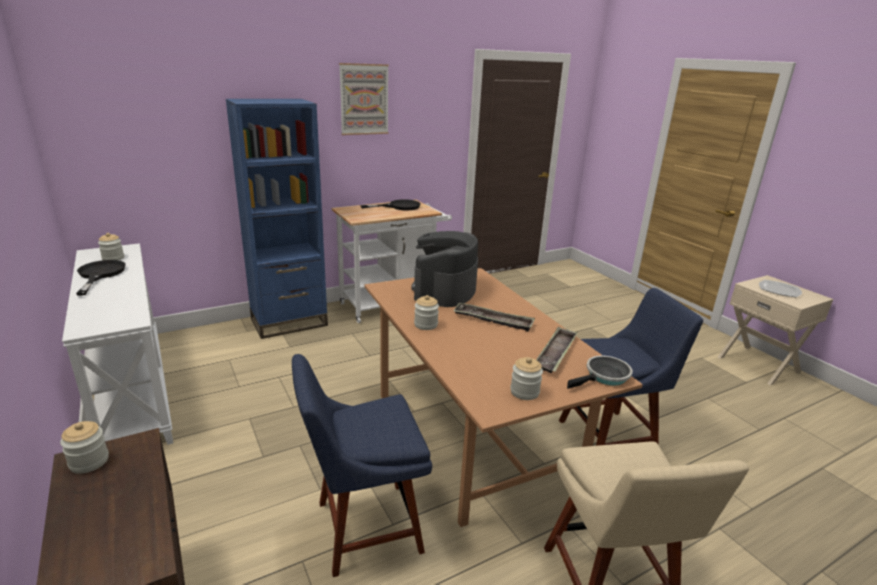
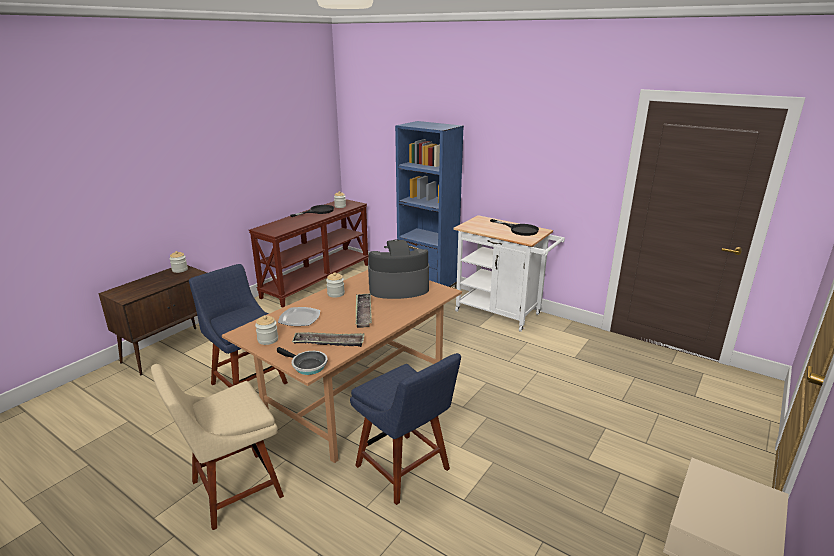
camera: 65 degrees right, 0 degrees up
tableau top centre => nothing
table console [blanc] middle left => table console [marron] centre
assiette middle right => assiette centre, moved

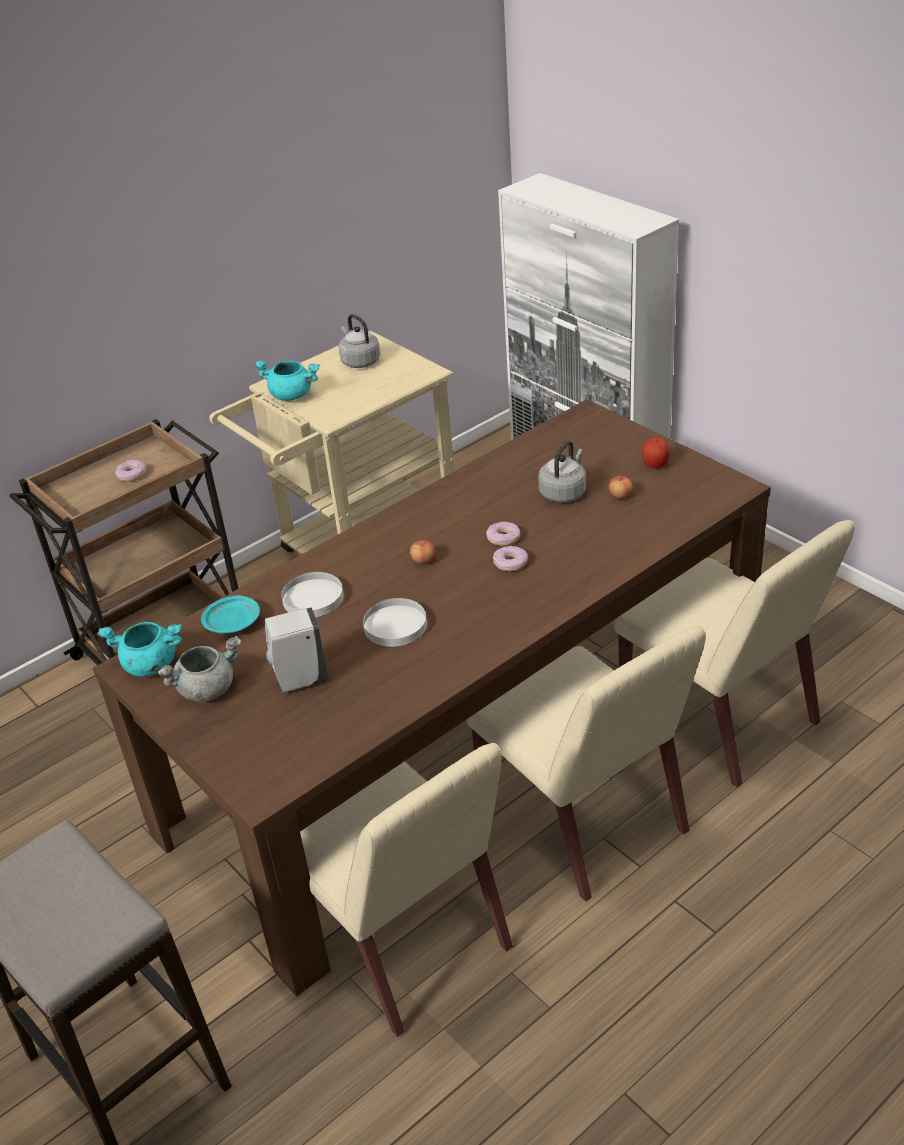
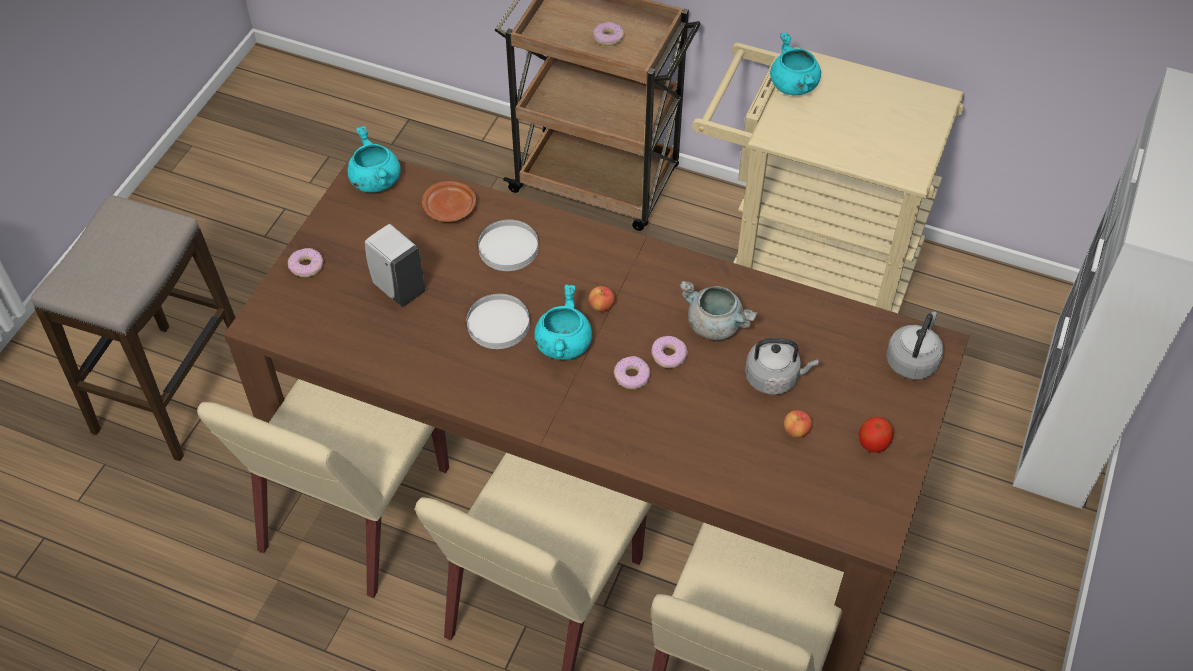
camera: 60 degrees right, 15 degrees up
bouilloire [gris] (1st from left in the first image) top centre => bouilloire [gris] (2nd from left) middle right, moved
assiette [turquoise] middle left => assiette [marron] top centre
marmite [gris] middle left => marmite [gris] centre, moved
nothing => beignet (1st from left) middle left
nothing => marmite [turquoise] (2nd from left) centre

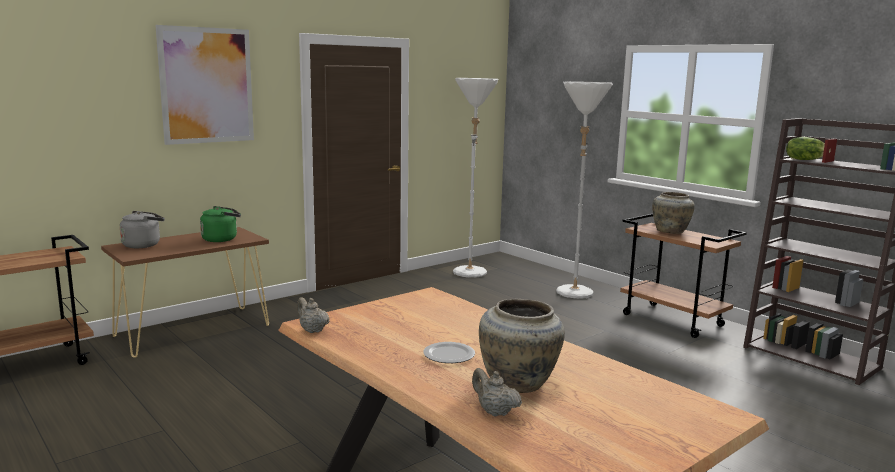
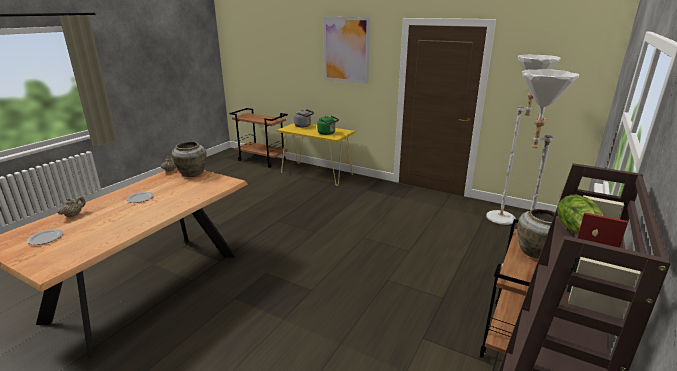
camera: 70 degrees right, 10 degrees up
table console [marron] middle left => table console [jaune] centre
vase [beige] (1st from left) bottom centre => vase [beige] (1st from left) middle left, moved
nothing => assiette (1st from left) middle left

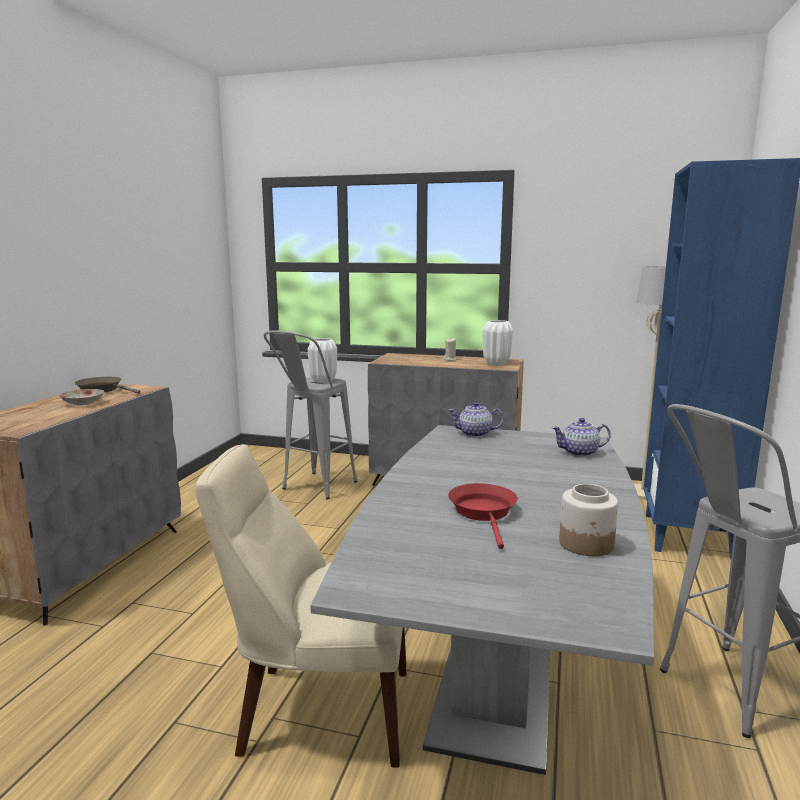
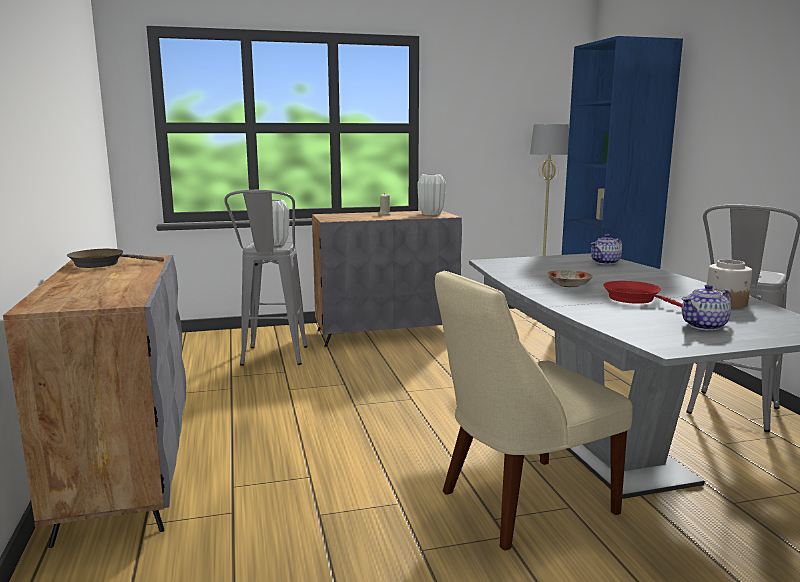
camera: 30 degrees left, 0 degrees up
assiette middle left => assiette middle right, moved
théière (1st from left in the first image) centre => théière (2nd from left) middle right, moved

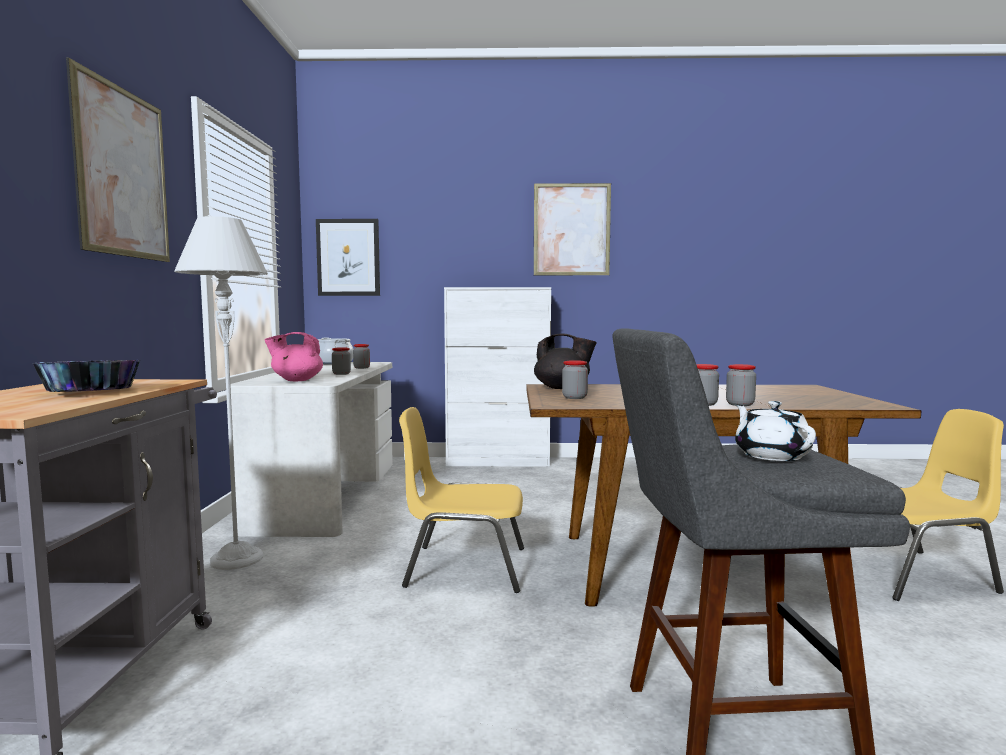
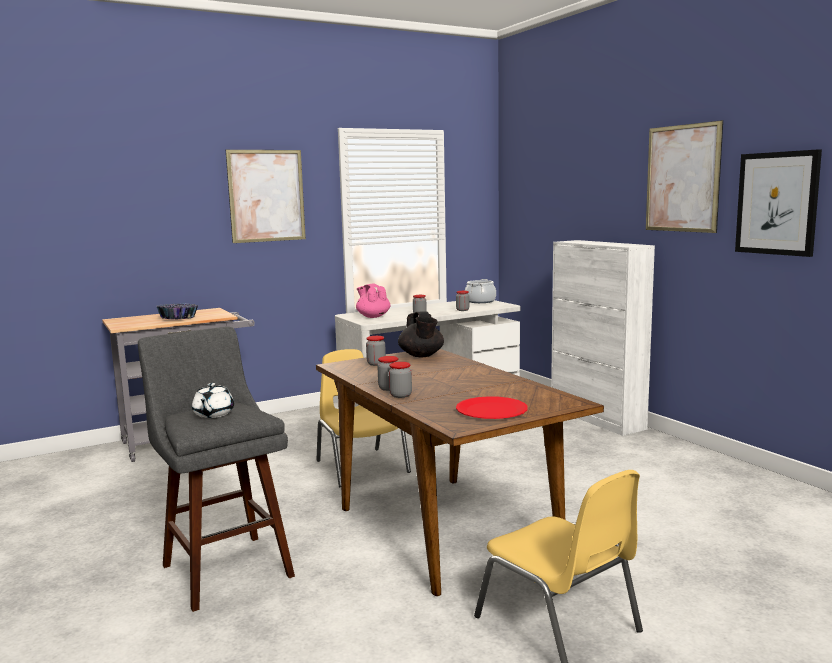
camera: 60 degrees right, 5 degrees up
lampadaire [gris] middle left => nothing
tableau (2nd from left in the first image) centre => tableau (3rd from left) top right, moved
théière [blanc] middle right => théière [blanc] middle left, 135 degrees clockwise
nothing => assiette [rouge] centre

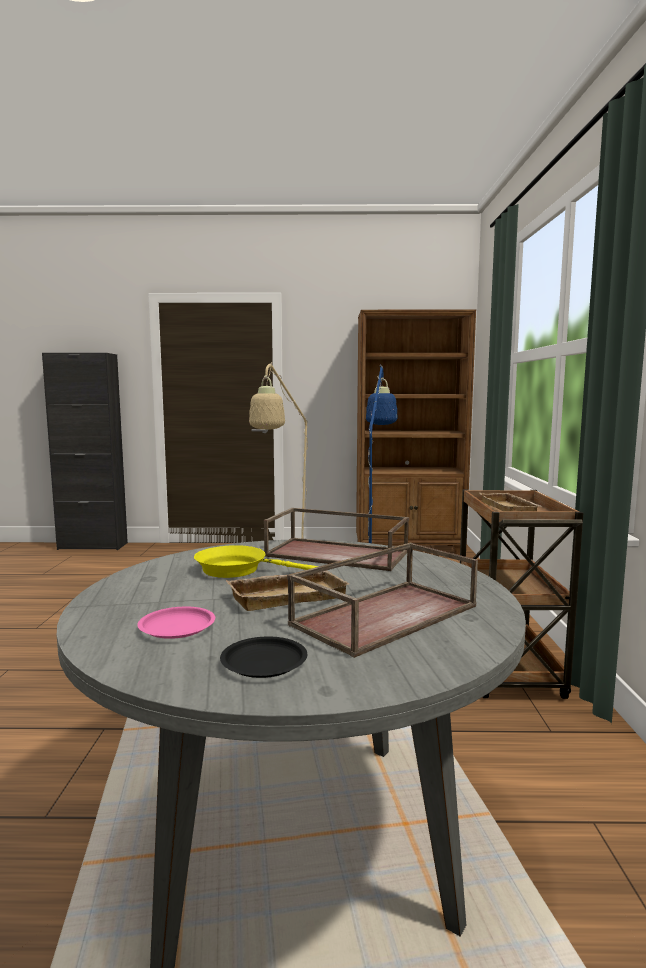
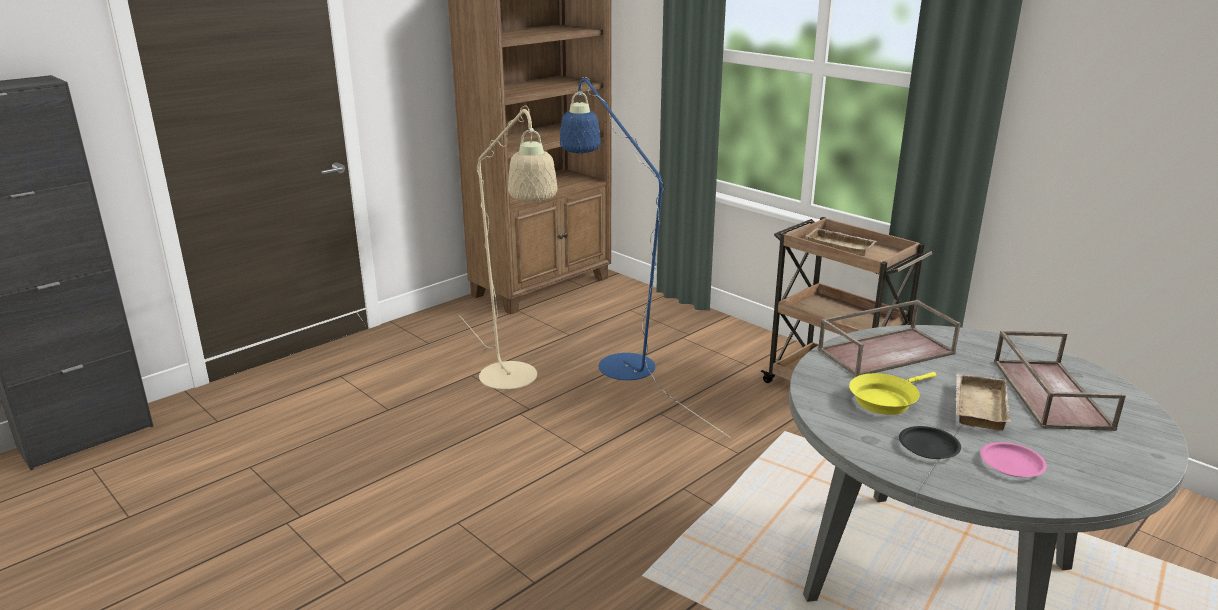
camera: 45 degrees left, 15 degrees up
assiette [noir] bottom centre => assiette [noir] bottom right, moved

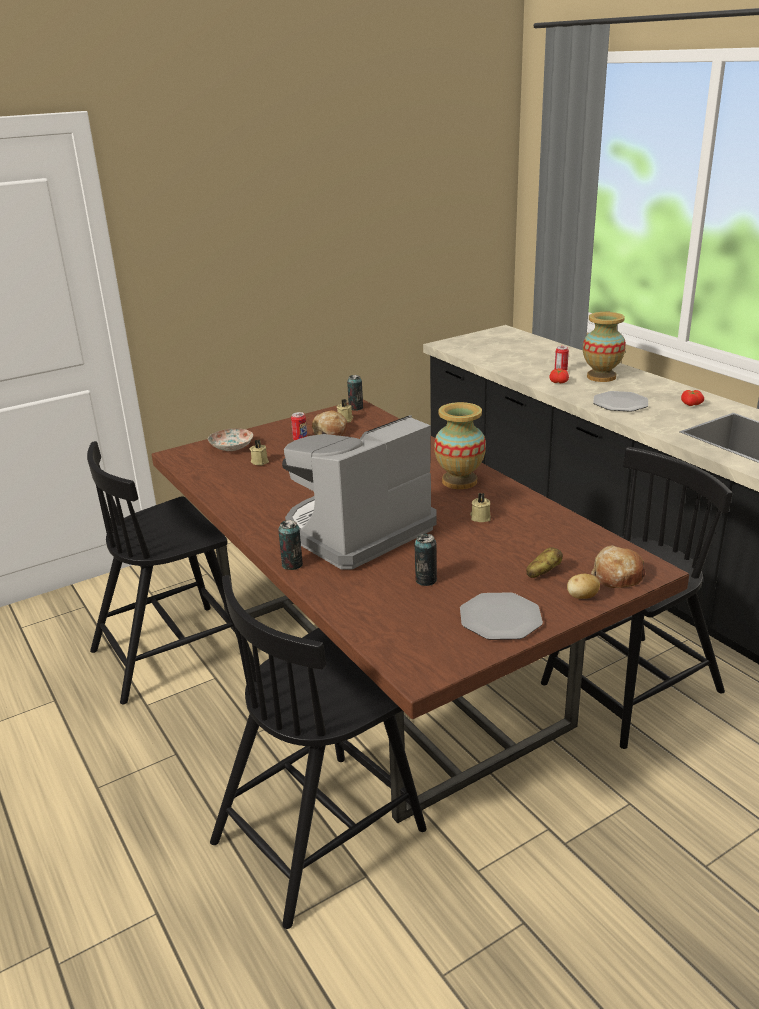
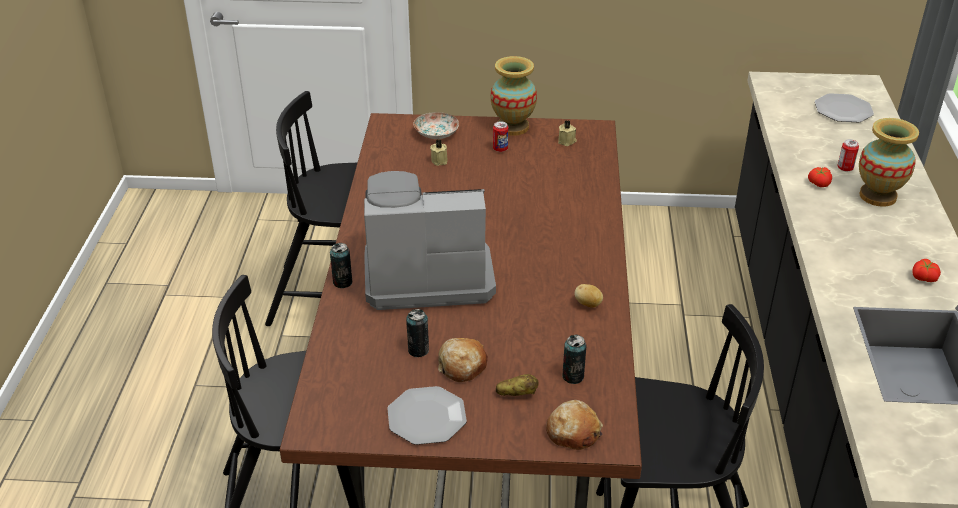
camera: 35 degrees right, 10 degrees up
boîte métallique (3rd from left in the first image) centre => boîte métallique (4th from left) bottom centre, moved
assiette (3rd from left) middle right => assiette (3rd from left) top right, moved
vase (1st from left) centre => vase (1st from left) top centre, moved
pain (1st from left) centre => pain (1st from left) bottom centre, moved
bougie [beige] (3rd from left) centre => nothing
pomme de terre (2nd from left) middle right => pomme de terre (2nd from left) centre, moved

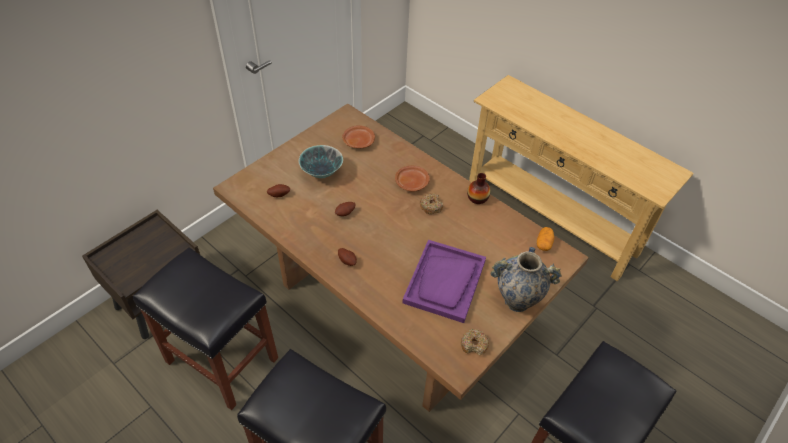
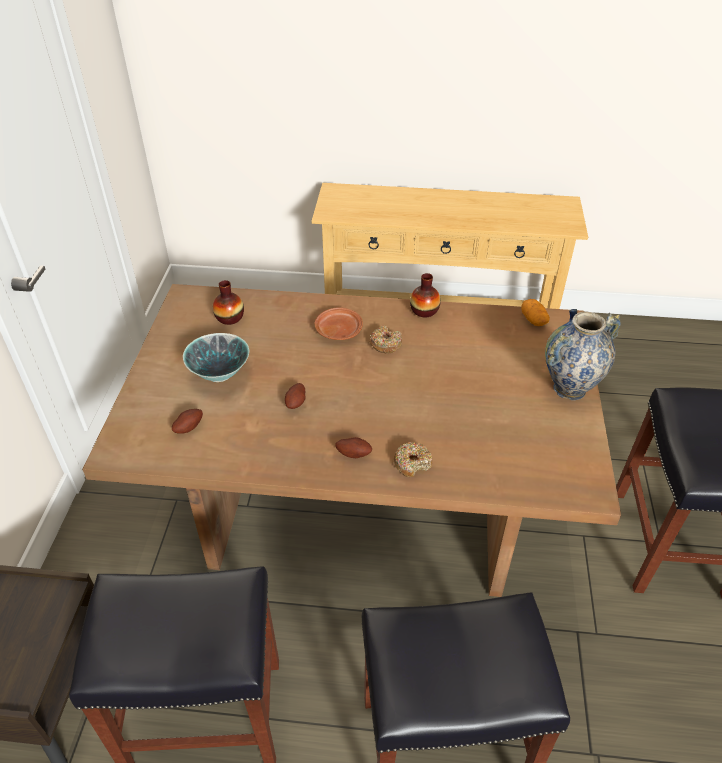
camera: 35 degrees left, 5 degrees down
assiette [marron] (1st from left) top centre => vase (1st from left) middle left
plateau [violet] centre => nothing
beignet (2nd from left) bottom centre => beignet (2nd from left) centre, moved

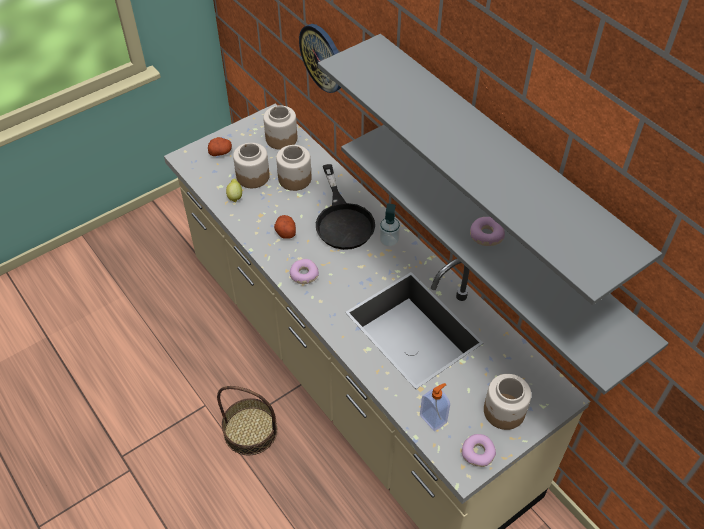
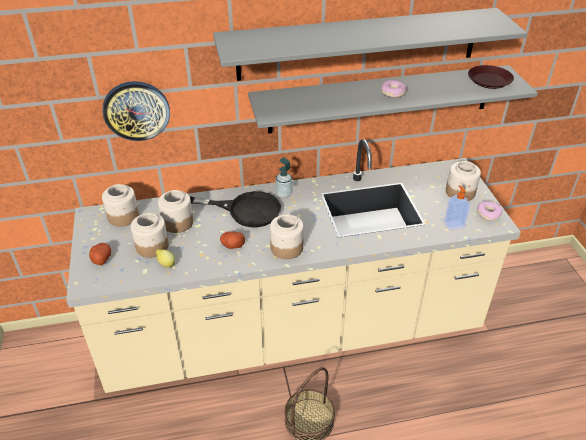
camera: 65 degrees left, 10 degrees down
beignet (1st from left) centre => bocal (4th from left) centre
nothing => assiette [marron] top right

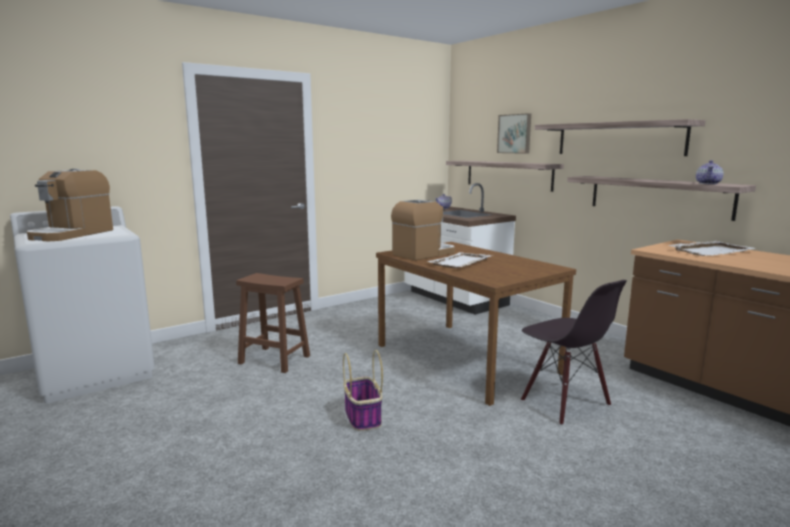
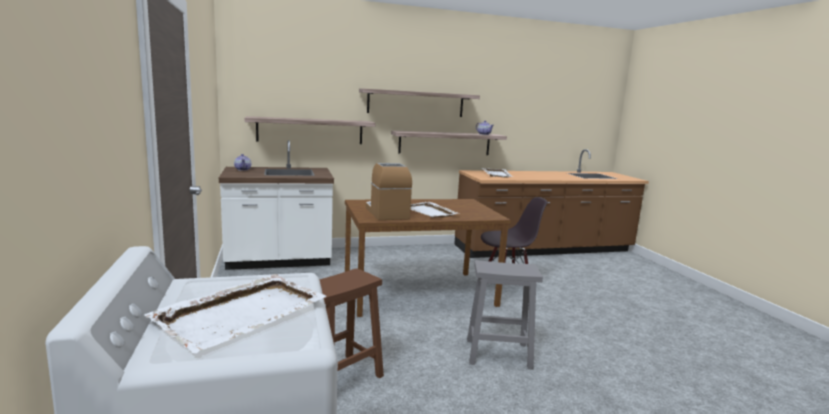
camera: 70 degrees left, 0 degrees up
tableau top centre => nothing
machine à café (1st from left) middle left => plateau [blanc] (1st from left) bottom left
panier bottom centre => tabouret [gris] bottom centre

